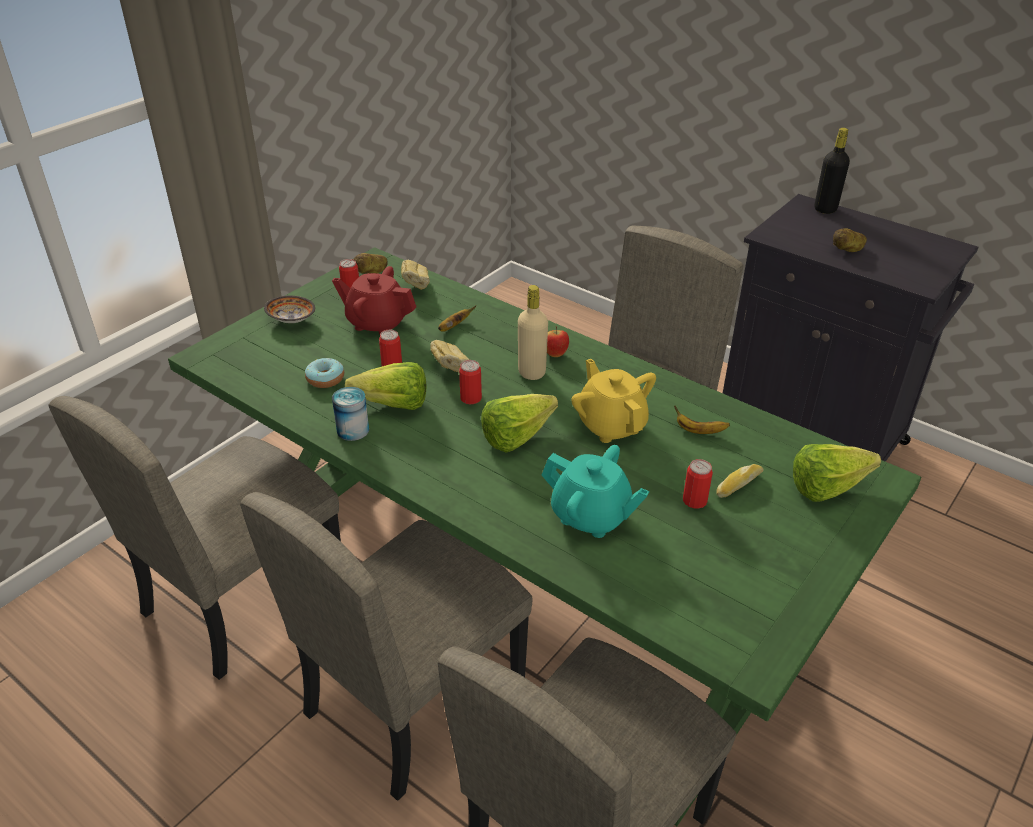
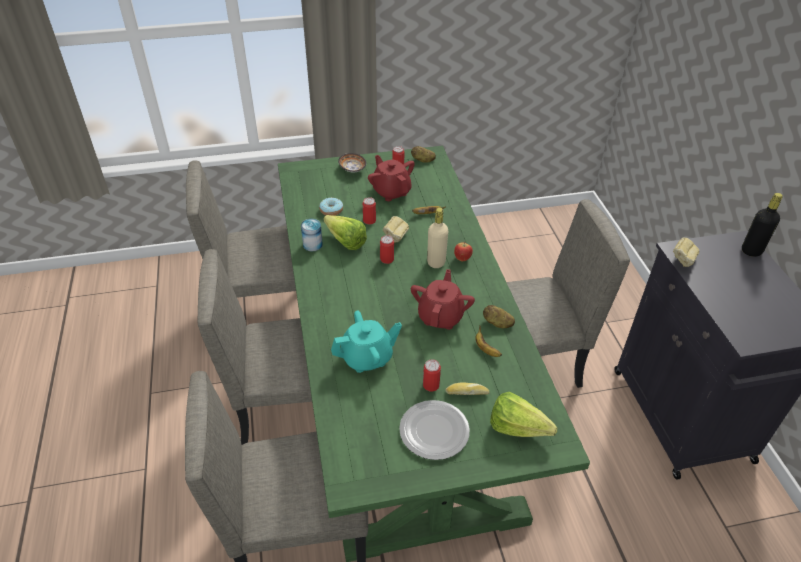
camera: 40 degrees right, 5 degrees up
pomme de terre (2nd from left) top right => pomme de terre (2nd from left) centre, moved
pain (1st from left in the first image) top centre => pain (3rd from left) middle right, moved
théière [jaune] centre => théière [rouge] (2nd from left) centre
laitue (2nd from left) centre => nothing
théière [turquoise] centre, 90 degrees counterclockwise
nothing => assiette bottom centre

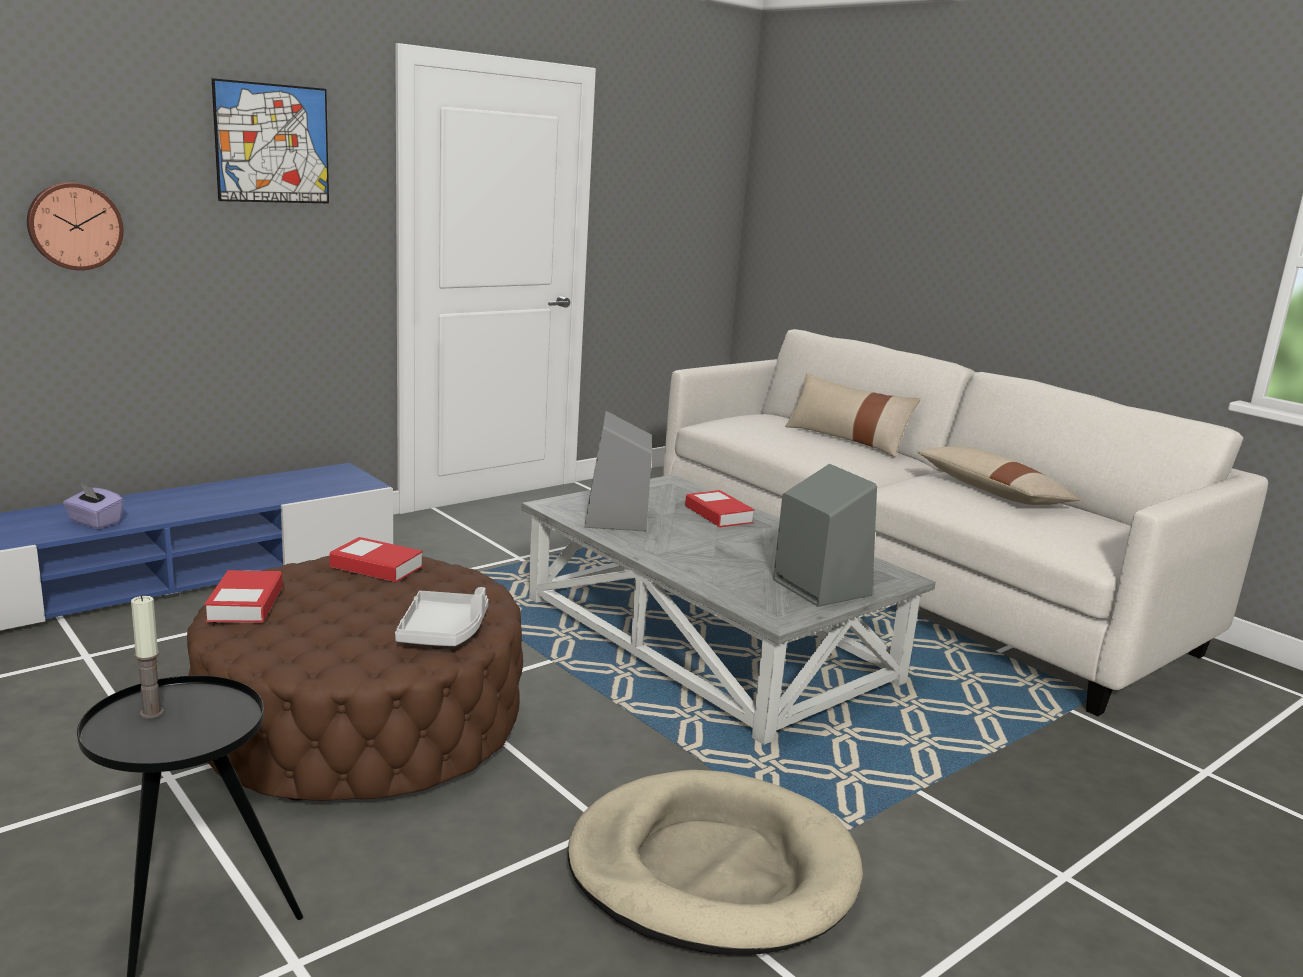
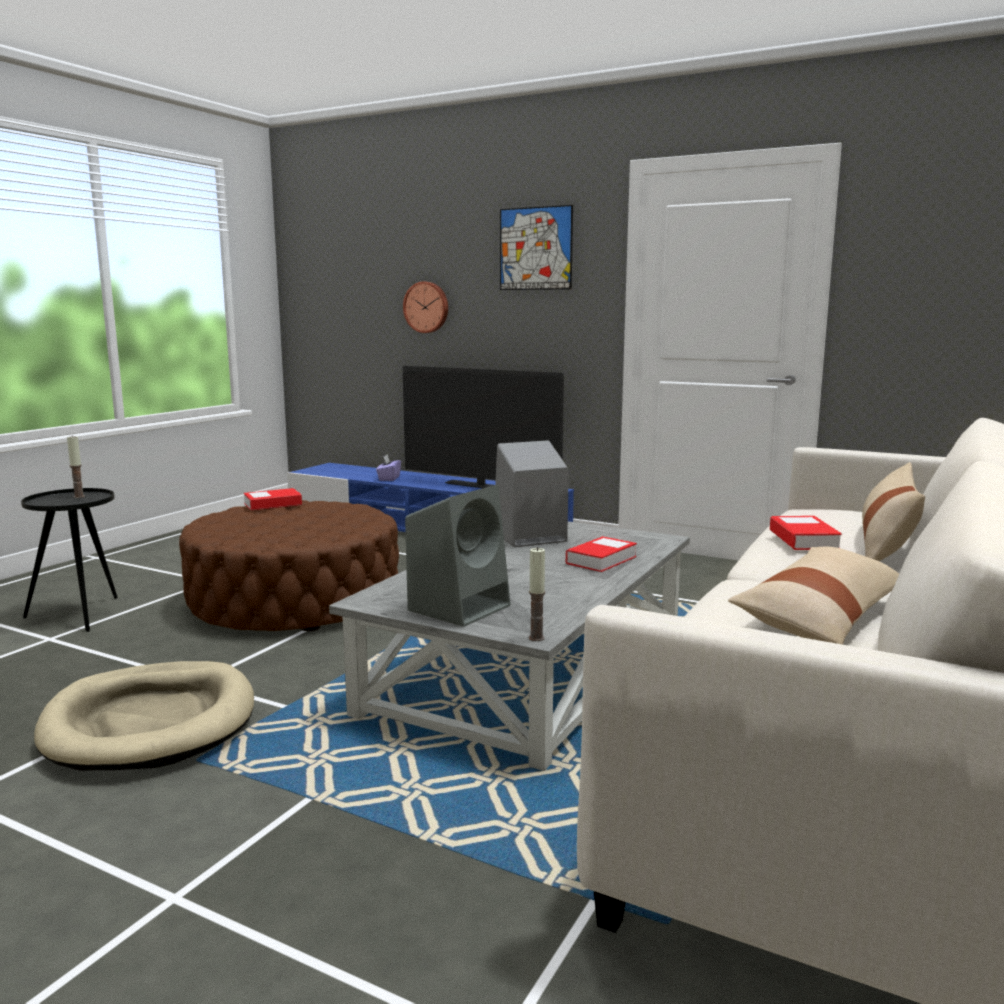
camera: 70 degrees right, 5 degrees down
livre (2nd from left in the first image) middle left => livre (3rd from left) middle right, moved
plateau [gris] centre => nothing
nothing => téléviseur centre
nothing => bougie (2nd from left) centre

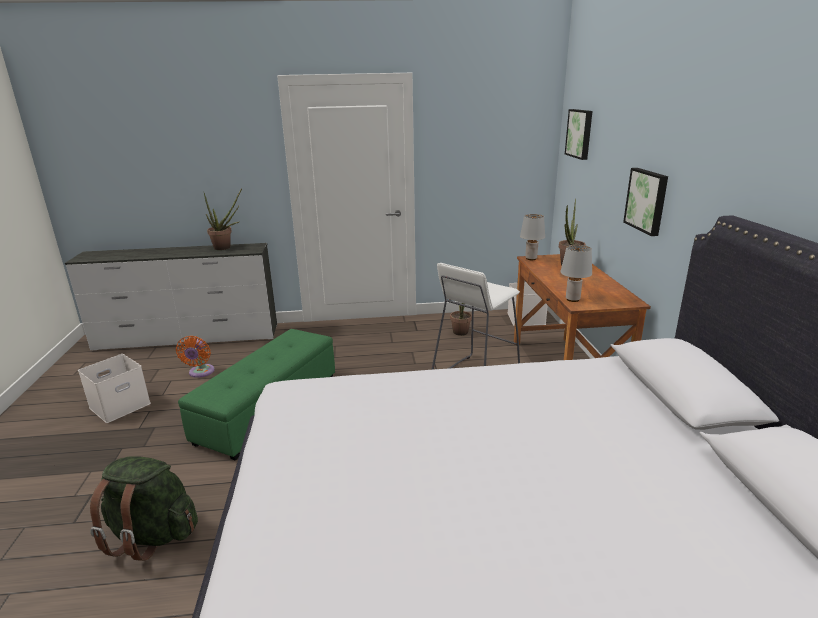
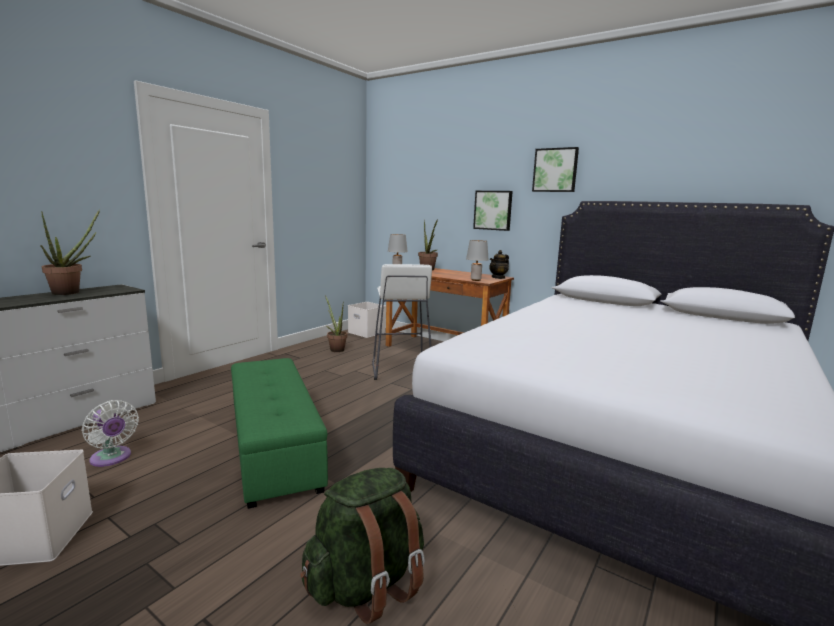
camera: 50 degrees left, 10 degrees down
tableau (1st from left in the first image) top right => tableau (2nd from left) top centre, moved
ventilateur [orange] middle left => ventilateur [blanc] bottom left
nothing => théière centre

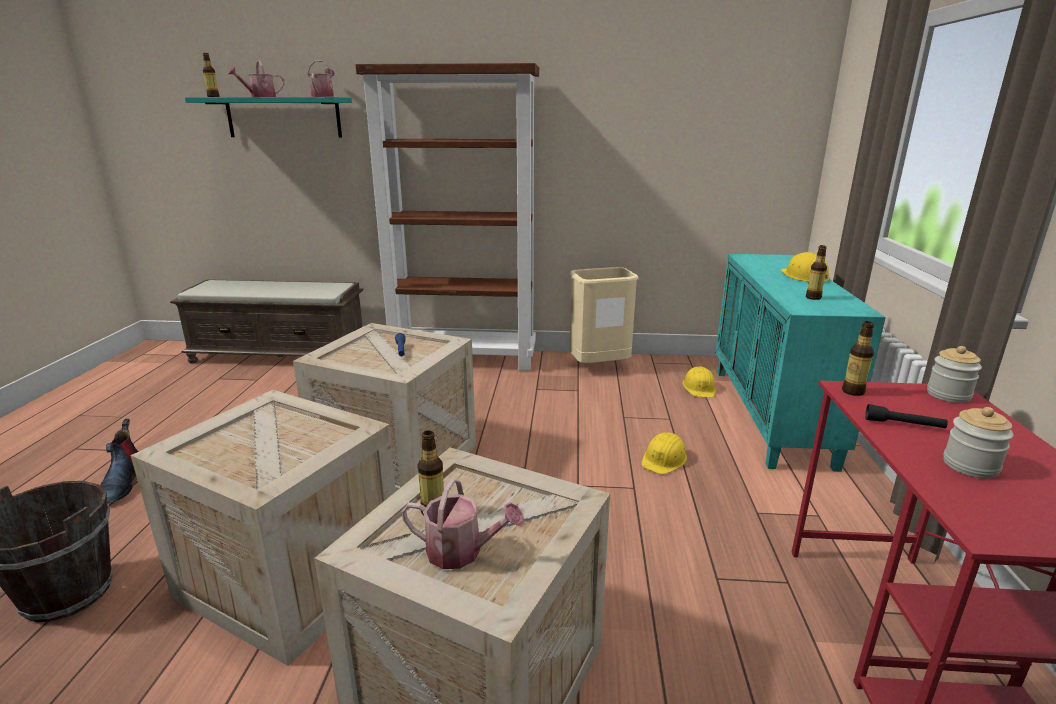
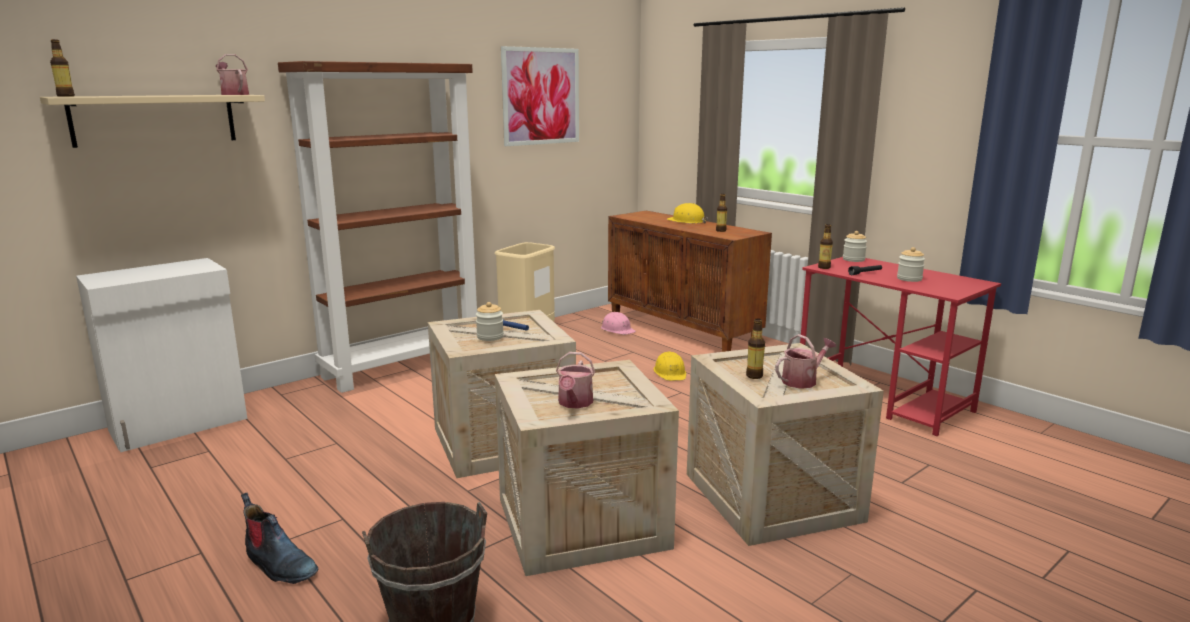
camera: 45 degrees left, 5 degrees down
arrosoir (1st from left in the first image) top left => arrosoir (2nd from left) centre, moved
étagère [turquoise] top left => étagère [beige] top left
meuble de rangement [turquoise] middle right => meuble de rangement [marron] centre
banc [marron] middle left => meuble de rangement [blanc] middle left
casque de chantier [jaune] (2nd from left) centre => casque de chantier [rose] centre
nothing => tableau top centre
nothing => bocal (1st from left) centre

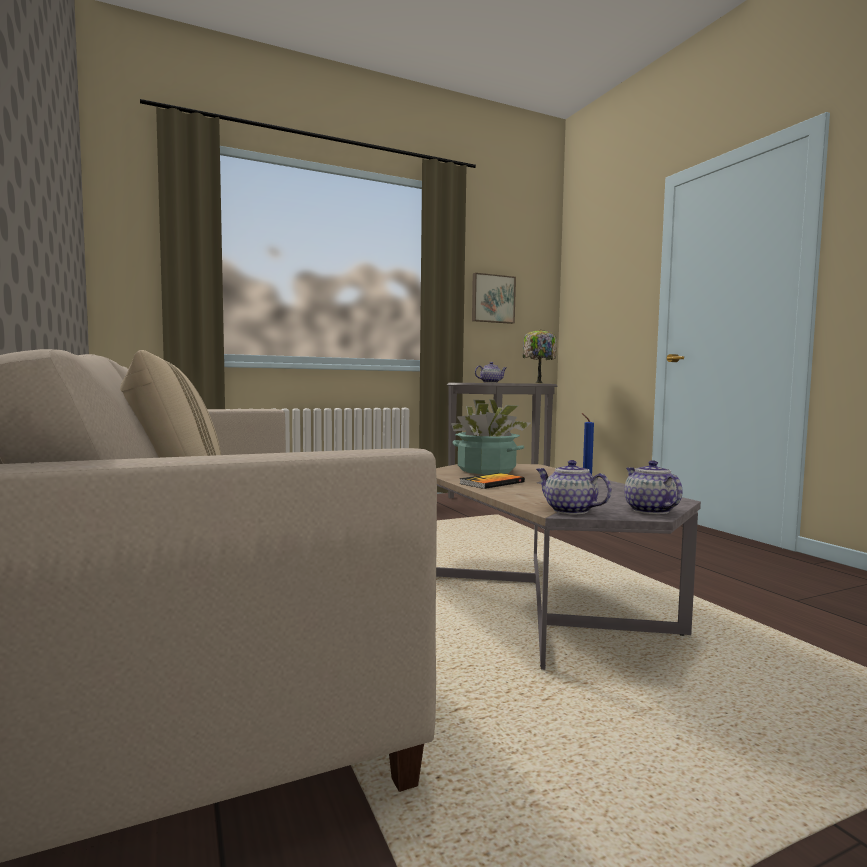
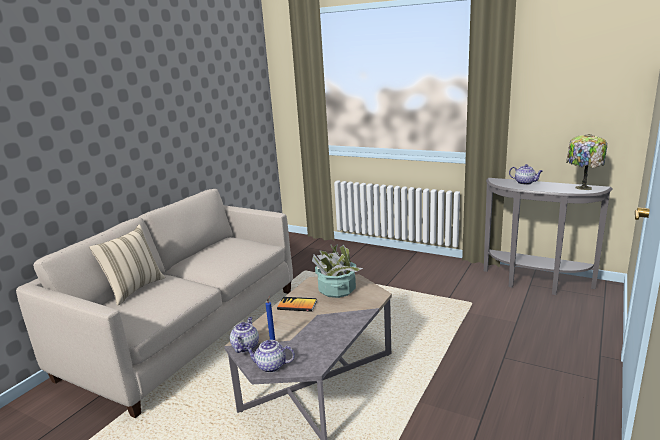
camera: 55 degrees right, 15 degrees up
tableau centre => nothing
théière (3rd from left in the first image) middle right => théière (2nd from left) bottom centre, 120 degrees counterclockwise

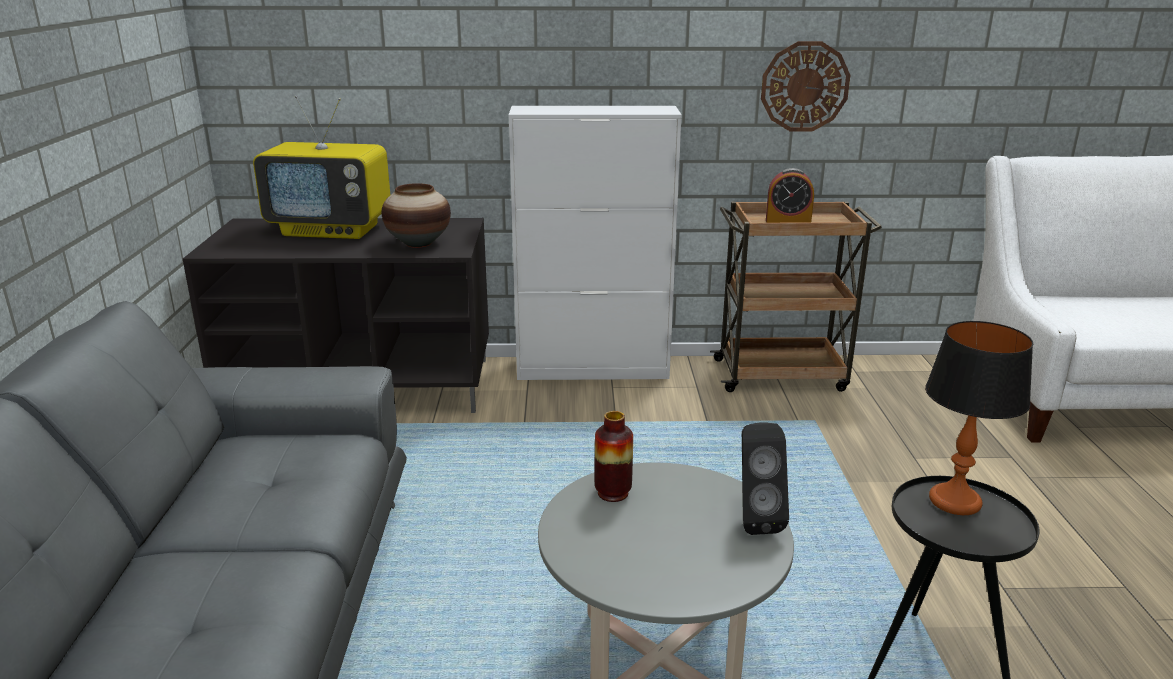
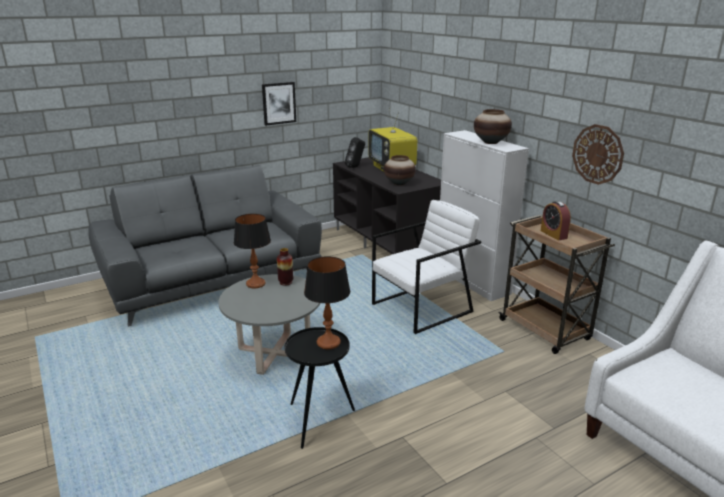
camera: 60 degrees right, 0 degrees up
enceinte [noir] bottom centre => enceinte [noir] top centre, moved
nothing => tableau top centre
nothing => vase (3rd from left) top right
nothing => fauteuil [blanc] centre
nothing => lampe de table (1st from left) centre

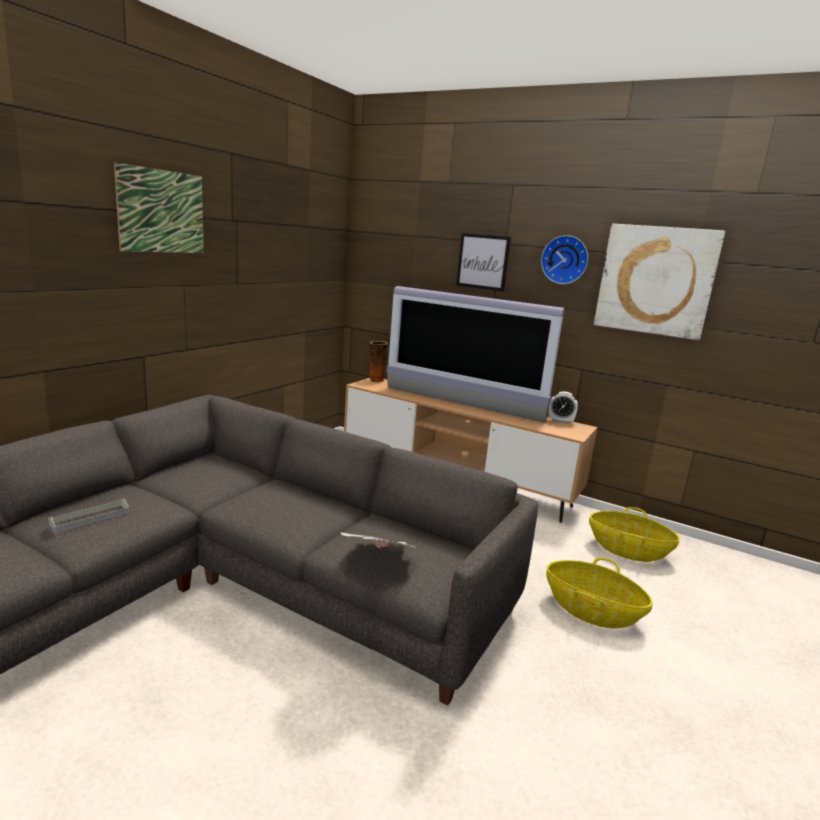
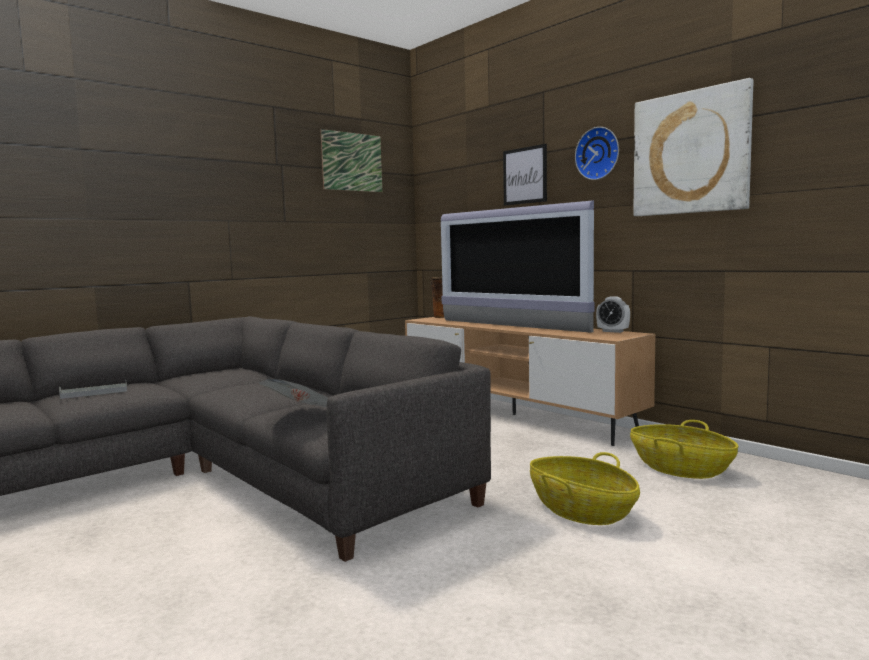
camera: 20 degrees right, 10 degrees down
tableau (1st from left) top left => tableau (1st from left) top centre, moved

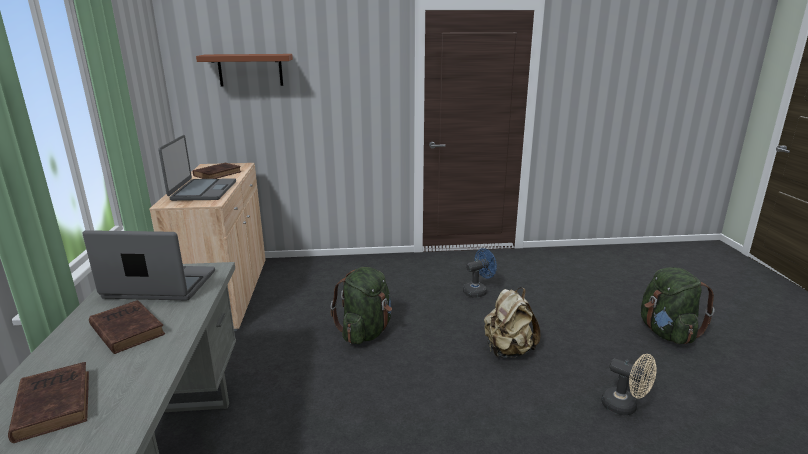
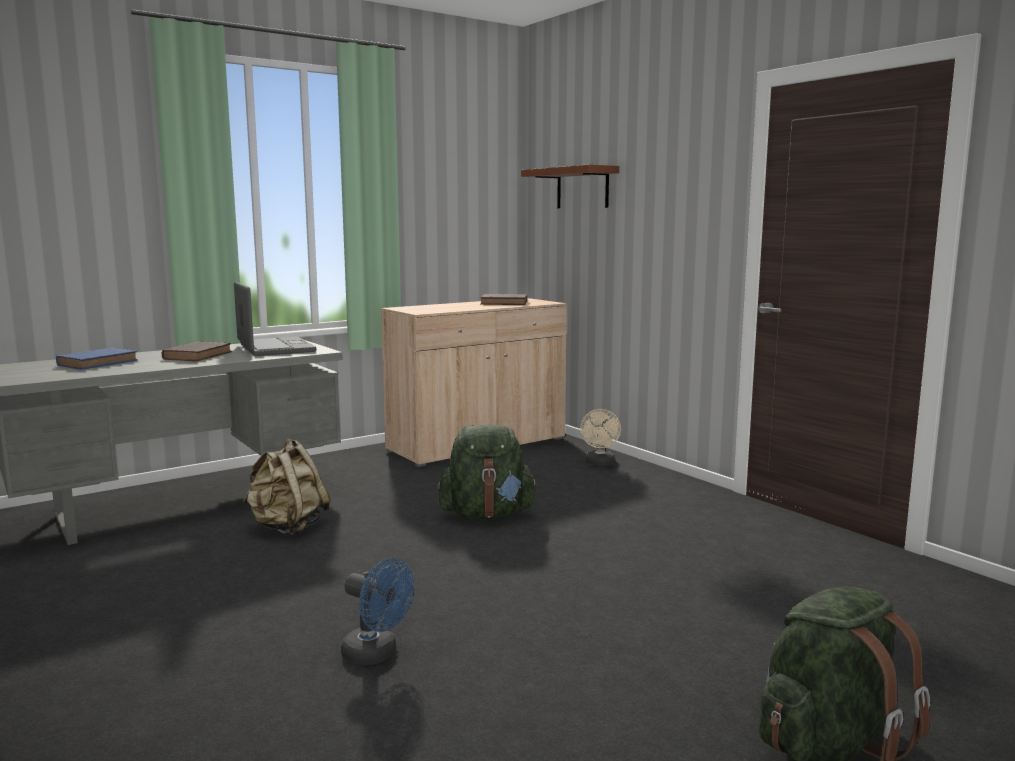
camera: 60 degrees right, 10 degrees down
ordinateur portable (2nd from left) middle left => nothing
ventilateur [bleu] centre => ventilateur [bleu] bottom centre, moved
sac à dos [beige] bottom centre => sac à dos [beige] middle left, moved
ventilateur [beige] bottom right => ventilateur [beige] centre, moved
livre [marron] (1st from left) bottom left => livre [bleu] middle left

